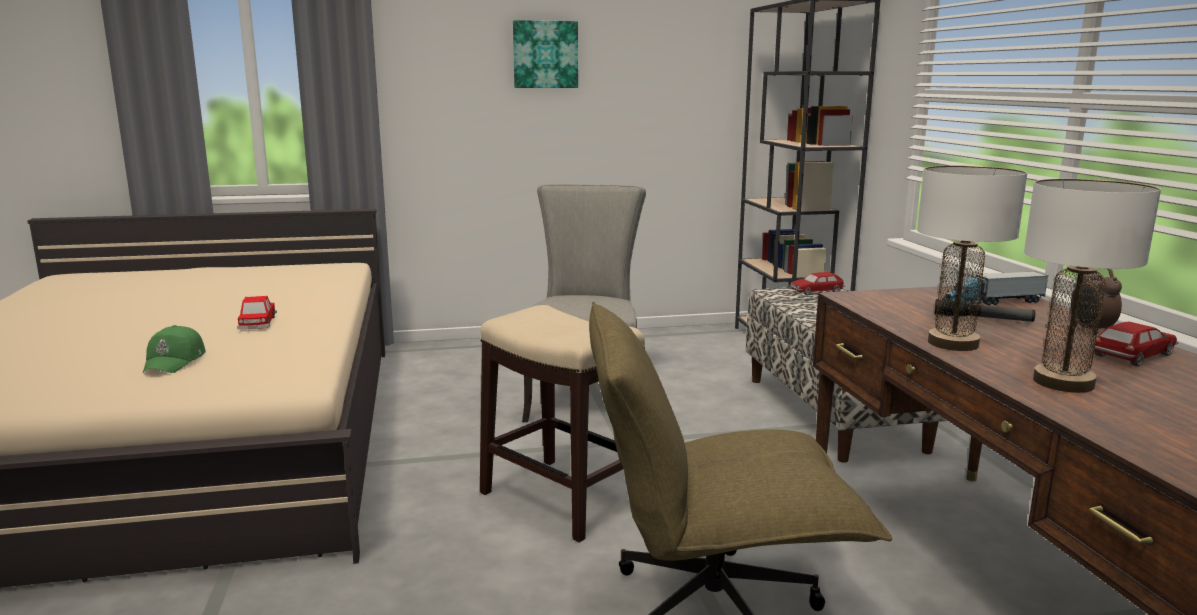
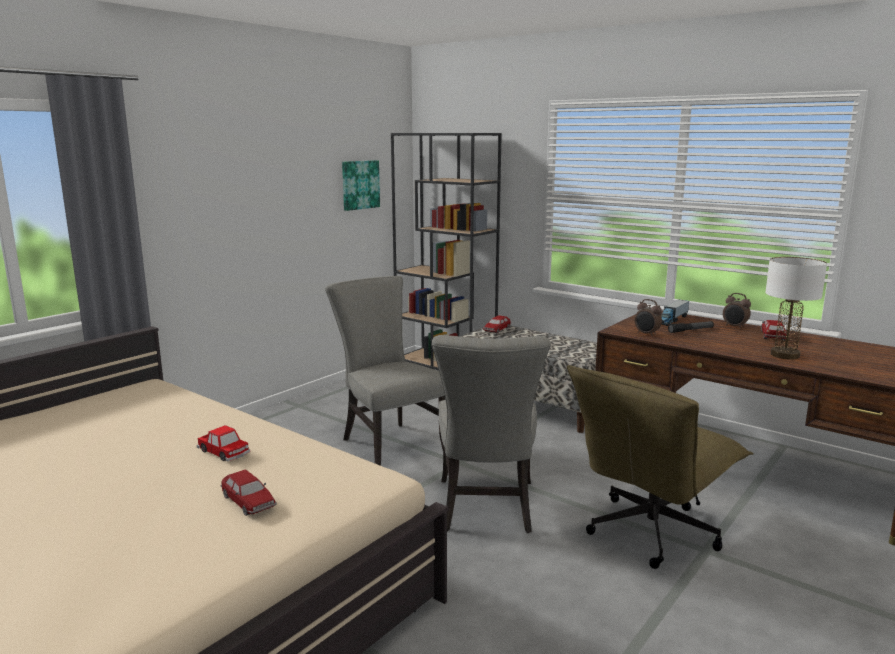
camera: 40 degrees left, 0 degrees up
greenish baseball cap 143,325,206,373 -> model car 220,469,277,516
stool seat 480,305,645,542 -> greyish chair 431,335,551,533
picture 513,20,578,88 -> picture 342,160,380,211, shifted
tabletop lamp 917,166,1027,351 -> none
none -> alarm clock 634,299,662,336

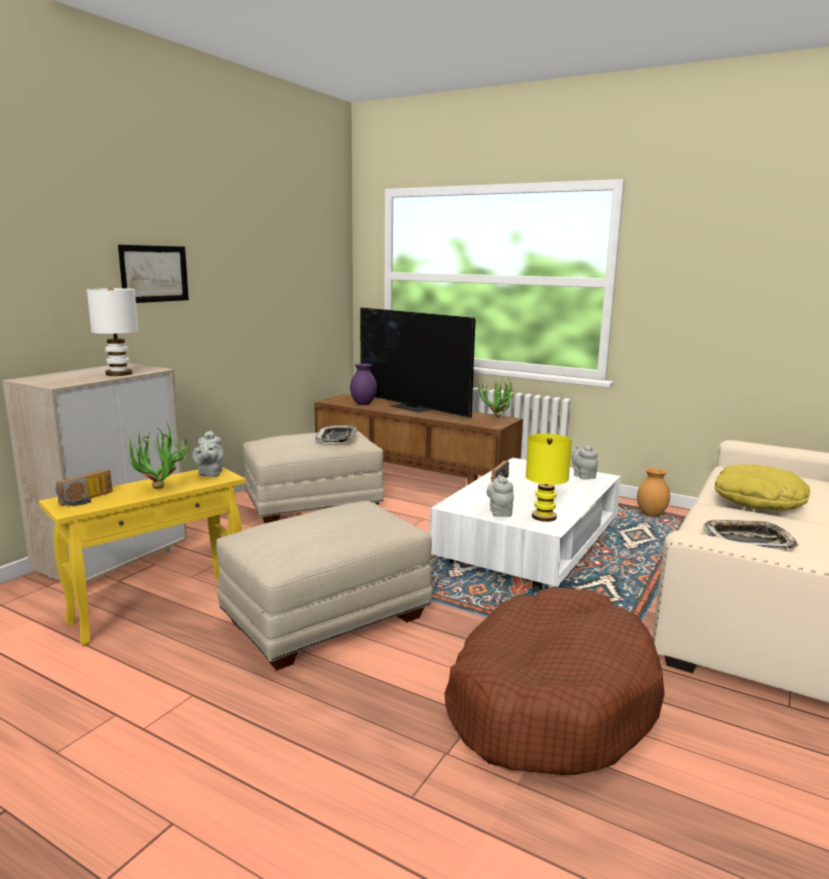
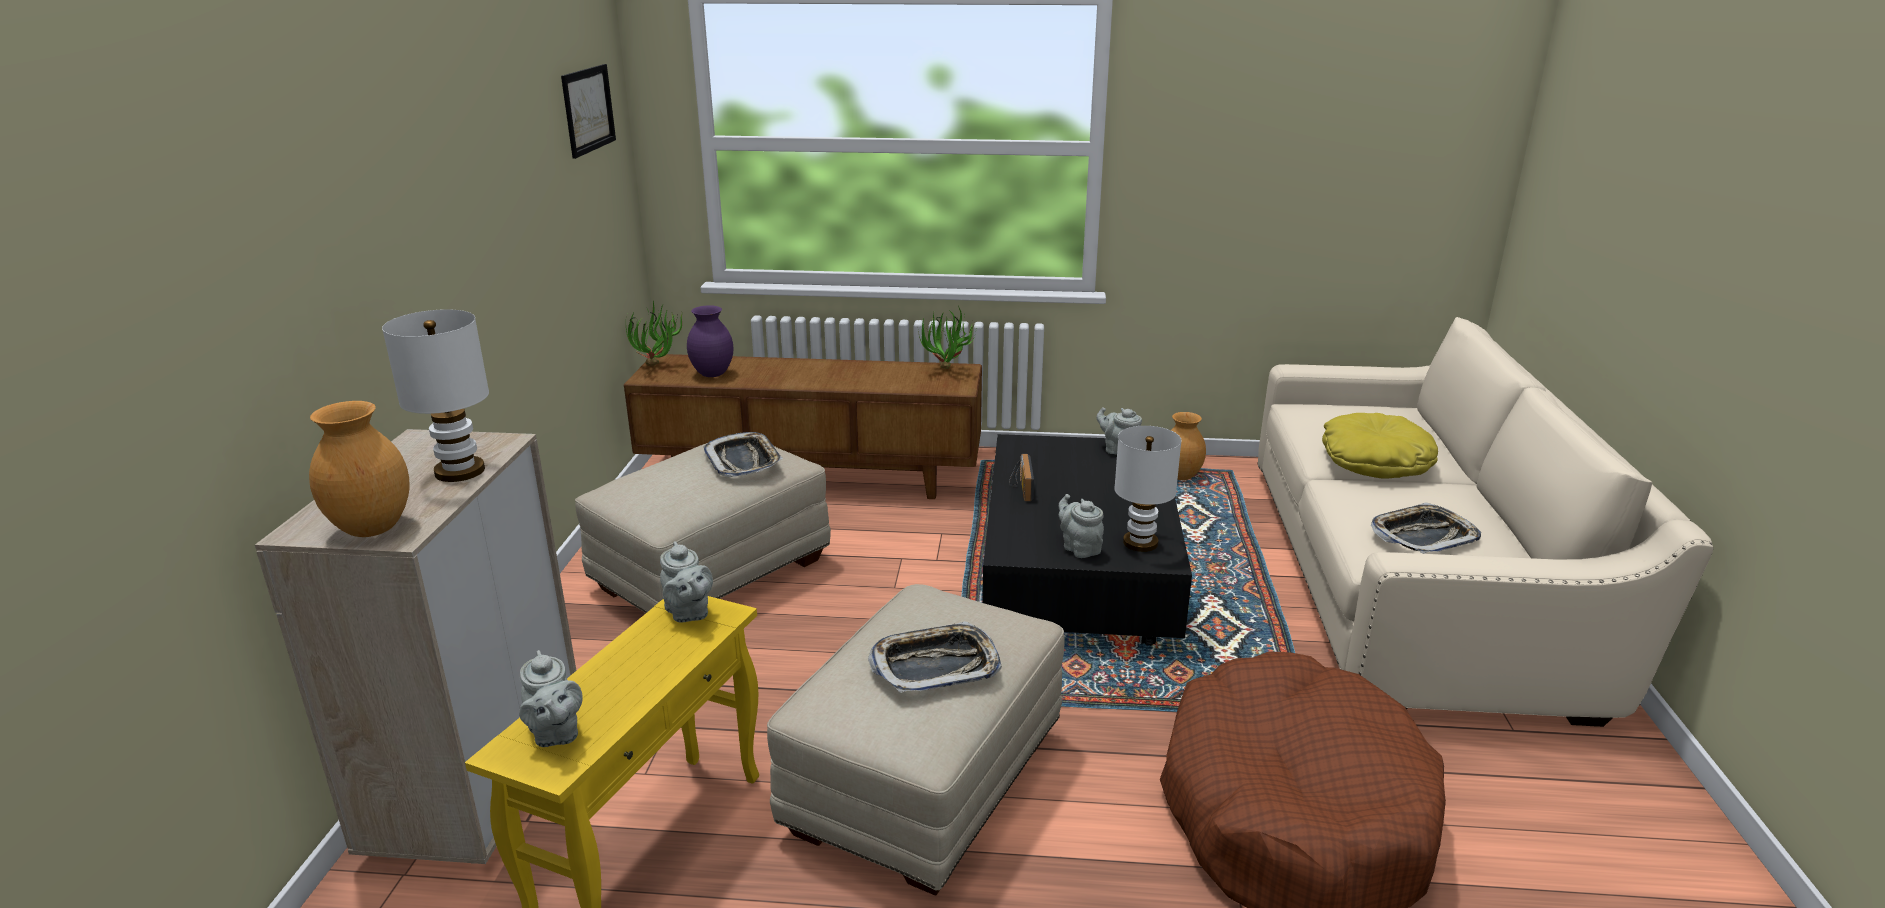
camera: 25 degrees left, 10 degrees up
radio 55,469,113,506 -> greyish pot for tea 519,650,582,747
picture 118,245,189,303 -> picture 561,64,616,159, shifted
houseplant 125,422,190,489 -> houseplant 626,300,682,366, shifted
TV set 360,307,476,418 -> none
whitish low table 430,458,621,590 -> black-coloured low table 982,434,1192,645
yellow tabletop lamp 526,434,572,522 -> whitish tabletop lamp 1114,426,1182,552
none -> brownish vase 309,401,410,537
none -> tray 868,621,1002,693

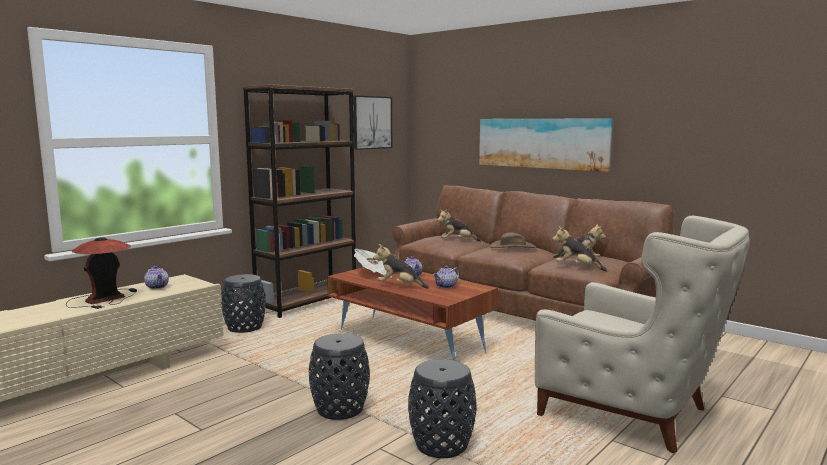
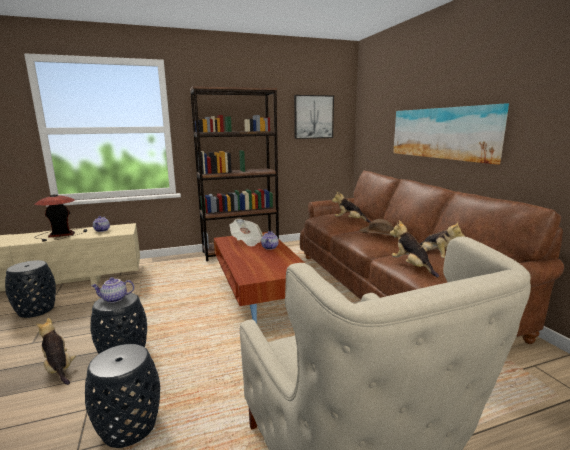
camera: 30 degrees right, 5 degrees up
black-coloured stool seat 221,274,266,333 -> black-coloured stool seat 5,260,56,318, shifted
plush toy 373,244,429,289 -> plush toy 36,318,76,385, shifted
pot for tea 433,266,459,289 -> pot for tea 91,277,134,303, shifted

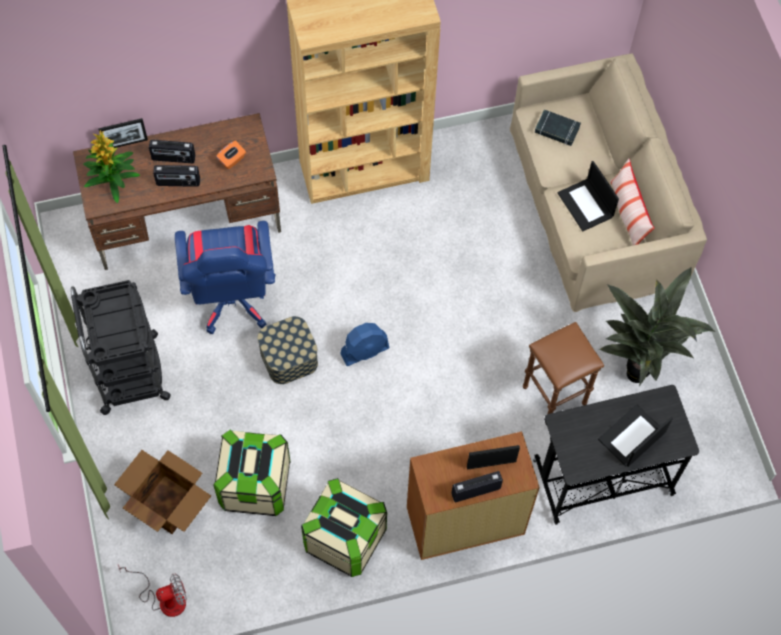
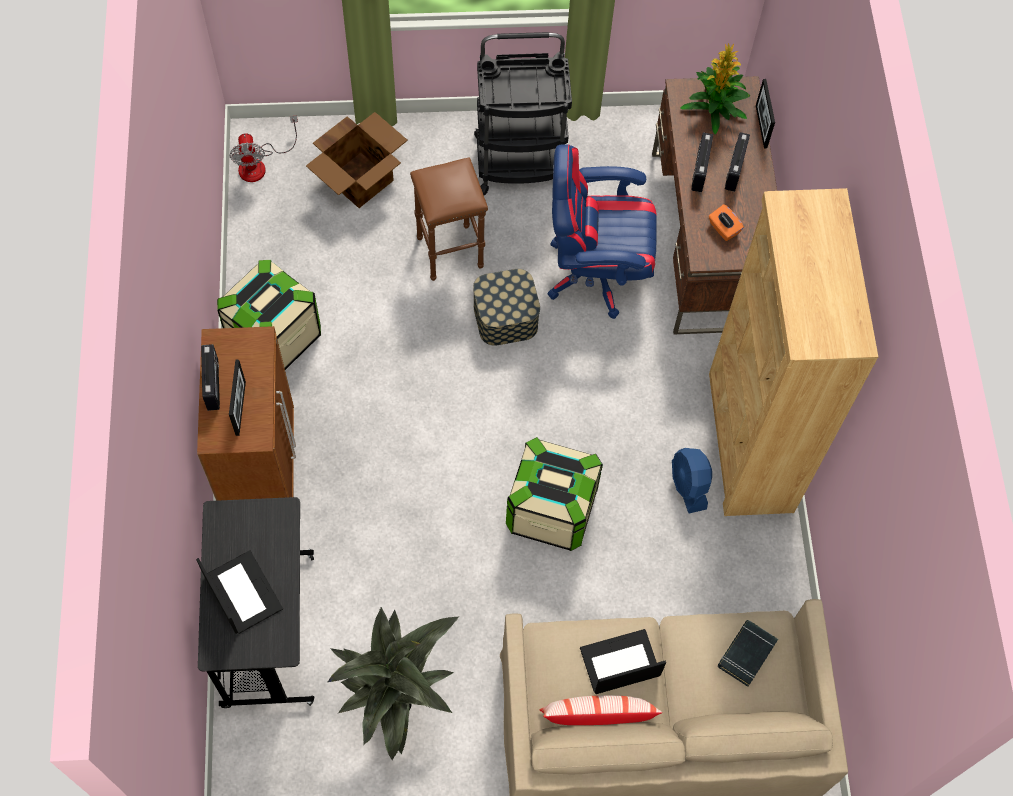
camera: 100 degrees right, 0 degrees up
storage bin 213,430,290,516 -> storage bin 506,437,603,551, shifted
bluish electric fan 340,323,390,366 -> bluish electric fan 672,448,712,513, shifted
brownish stool seat 523,322,604,414 -> brownish stool seat 410,157,488,281, shifted

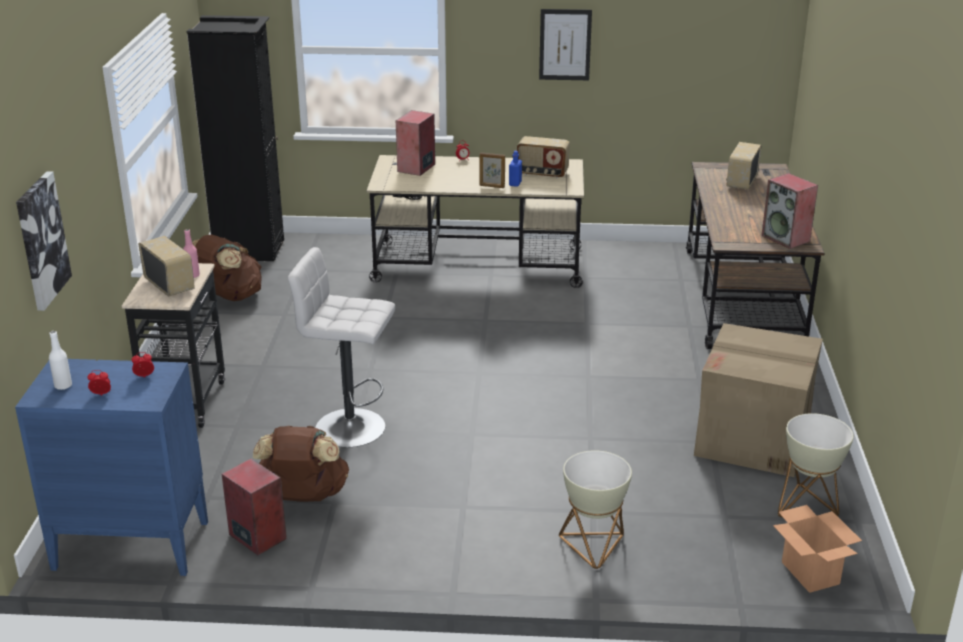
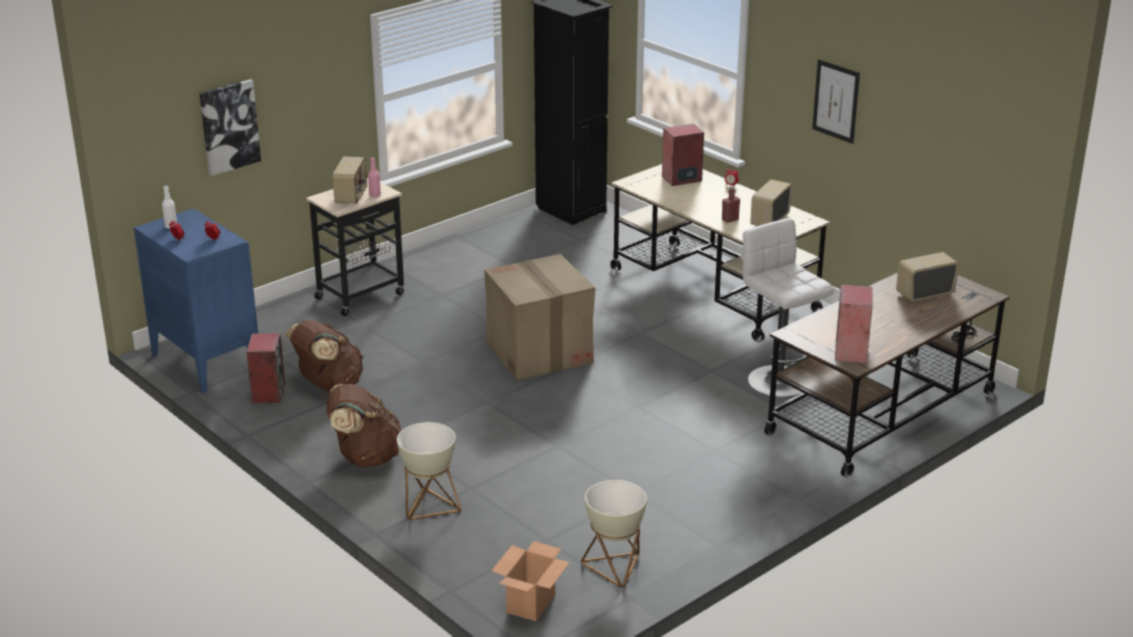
camera: 45 degrees right, 0 degrees up
brownish knapsack 192,234,262,301 -> brownish knapsack 327,384,401,467, shifted
whitish stool seat 288,247,395,447 -> whitish stool seat 743,218,834,397, shifted
photo frame 479,152,505,188 -> none
bluish drink bottle 509,151,522,187 -> reddish drink bottle 722,188,740,223
radio 517,136,570,178 -> radio 750,179,792,226, 60 degrees clockwise
carton 694,323,823,477 -> carton 484,254,595,380, shifted

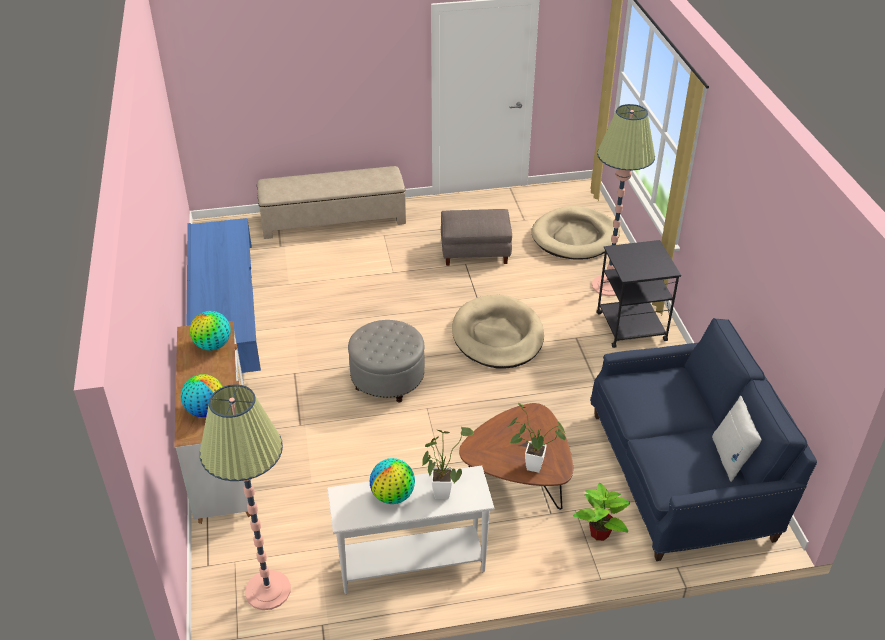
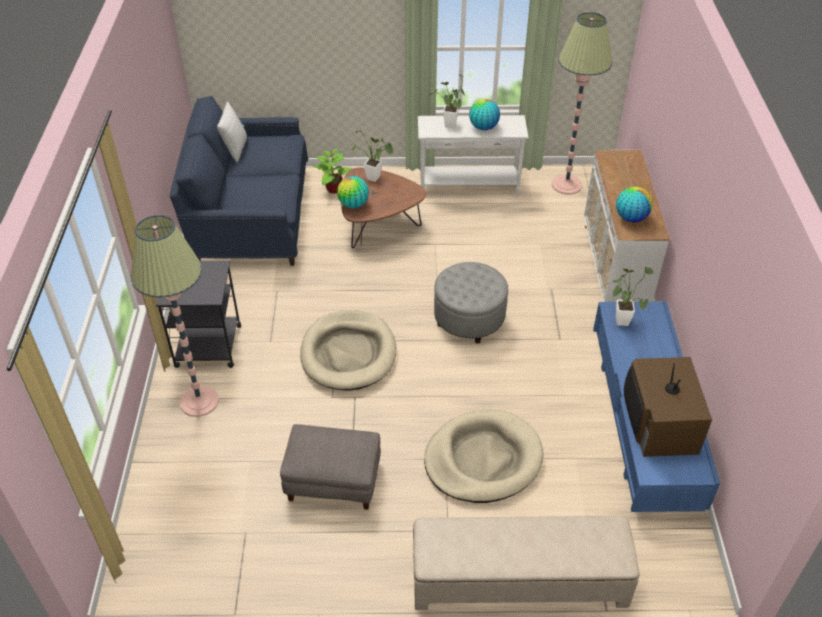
camera: 170 degrees left, 5 degrees up
globe 181,374,223,417 -> globe 337,176,369,208, shifted
beige-coloured pet bed 531,206,620,260 -> beige-coloured pet bed 424,409,544,503, shifted
none -> houseplant 613,267,653,326
none -> TV set 624,357,712,457

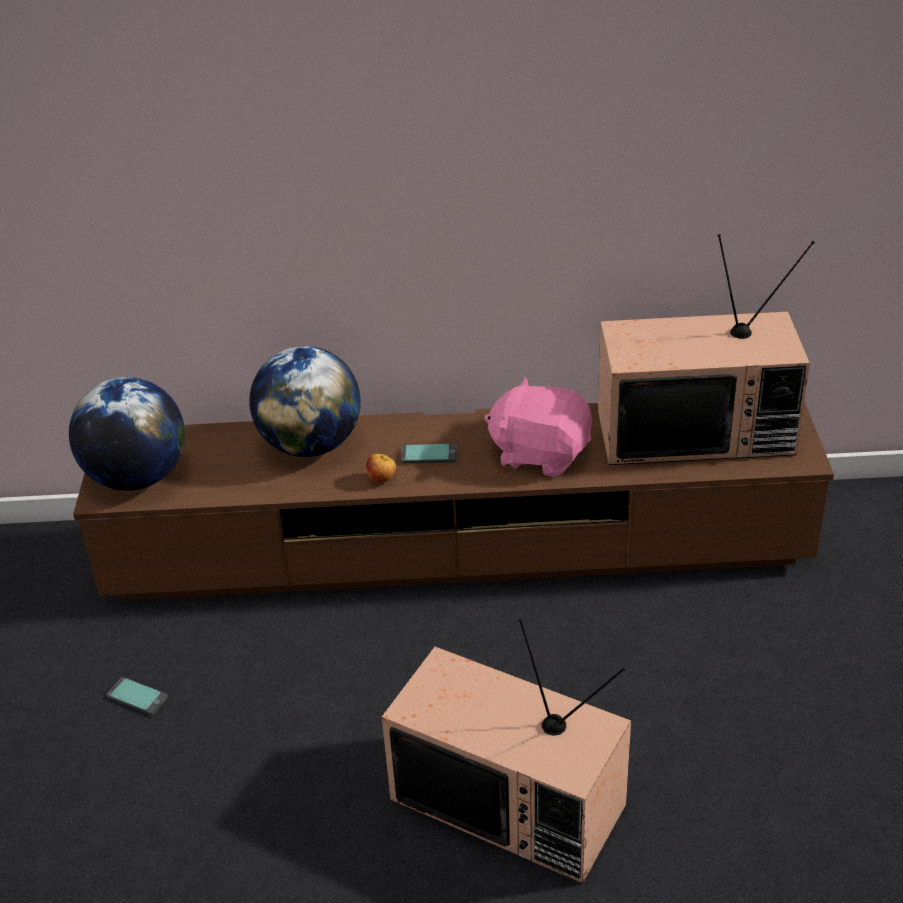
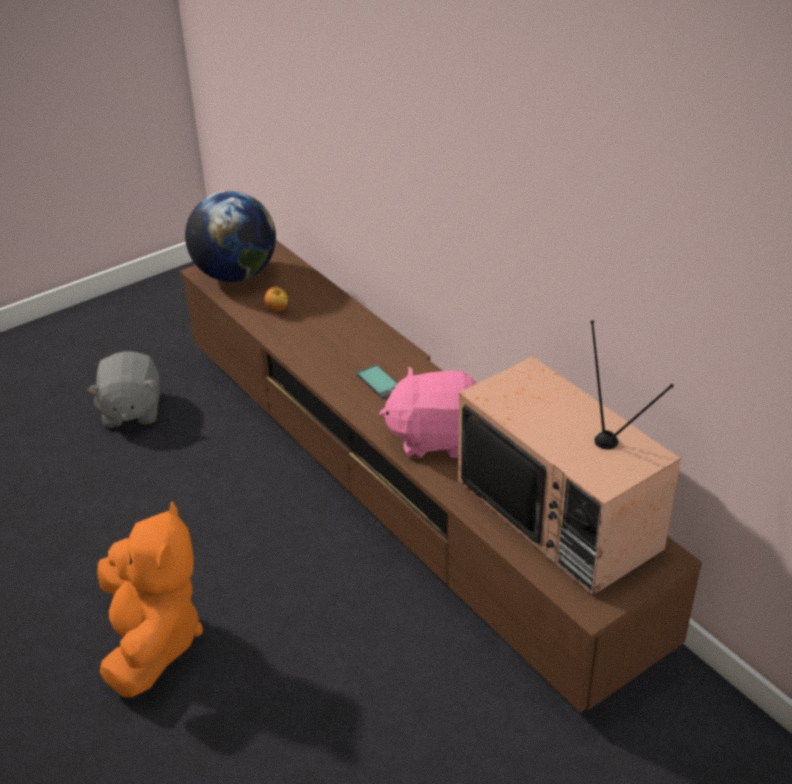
camera: 55 degrees right, 0 degrees up
handset 106,677,168,715 -> greyish plush toy 87,351,160,428
globe 249,346,361,457 -> none
whole apple 366,454,396,483 -> whole apple 264,286,288,312, shifted
TV set 382,618,631,883 -> orange plush toy 97,501,203,697
pinkish plush toy 484,377,592,477 -> pinkish plush toy 379,366,477,458, 75 degrees counterclockwise

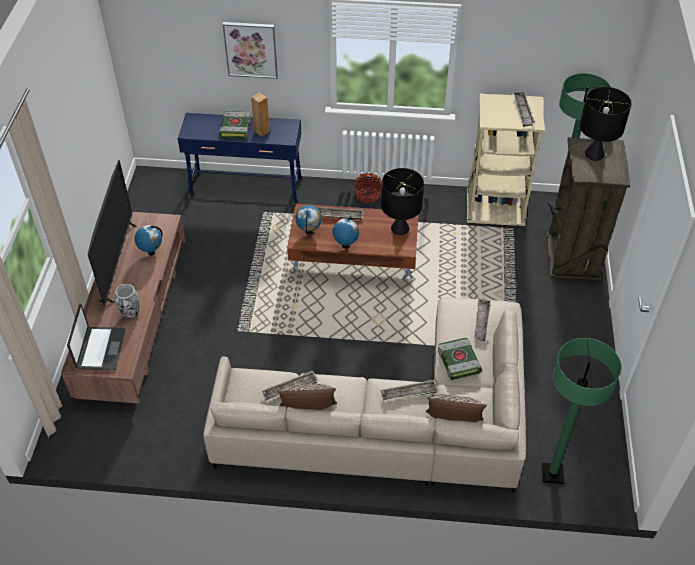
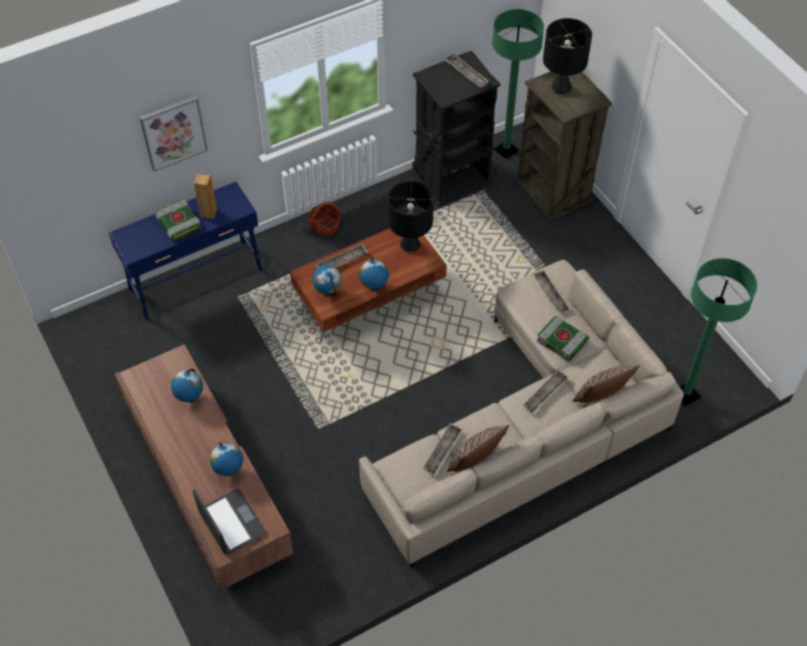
camera: 35 degrees left, 5 degrees up
TV set 88,160,137,307 -> none
vase 114,284,139,319 -> globe 210,442,243,476
beige-coloured shelving unit 467,93,545,226 -> black-coloured shelving unit 412,51,501,206

